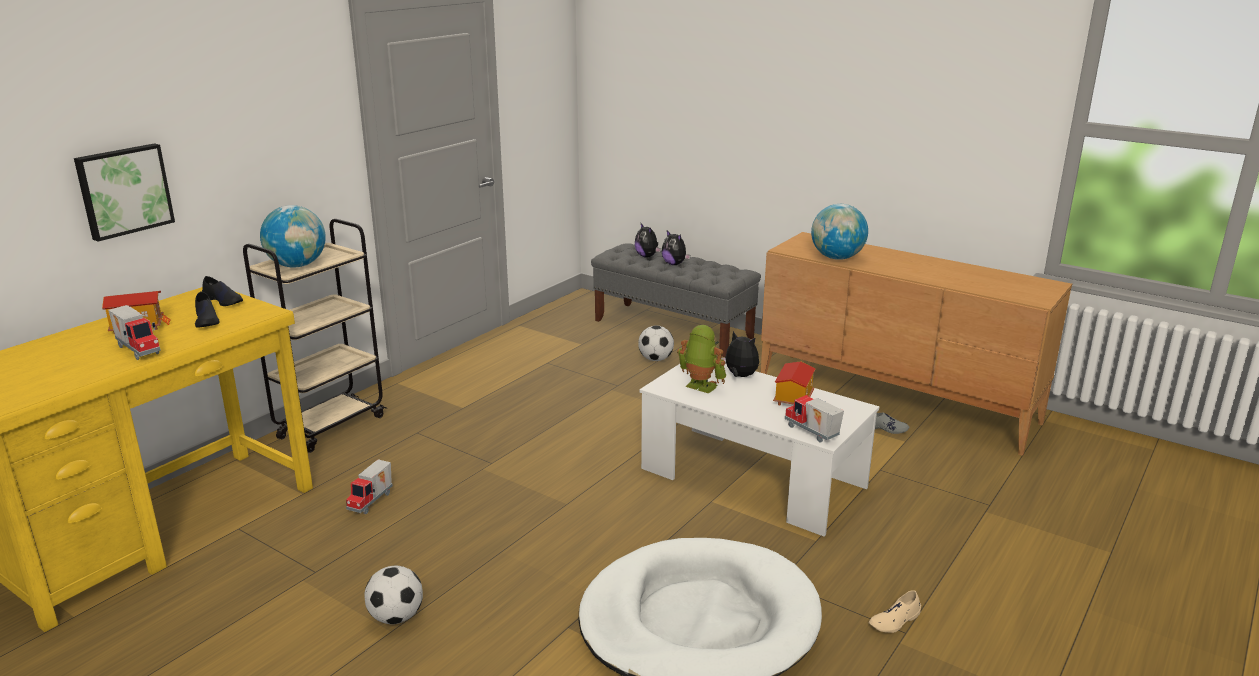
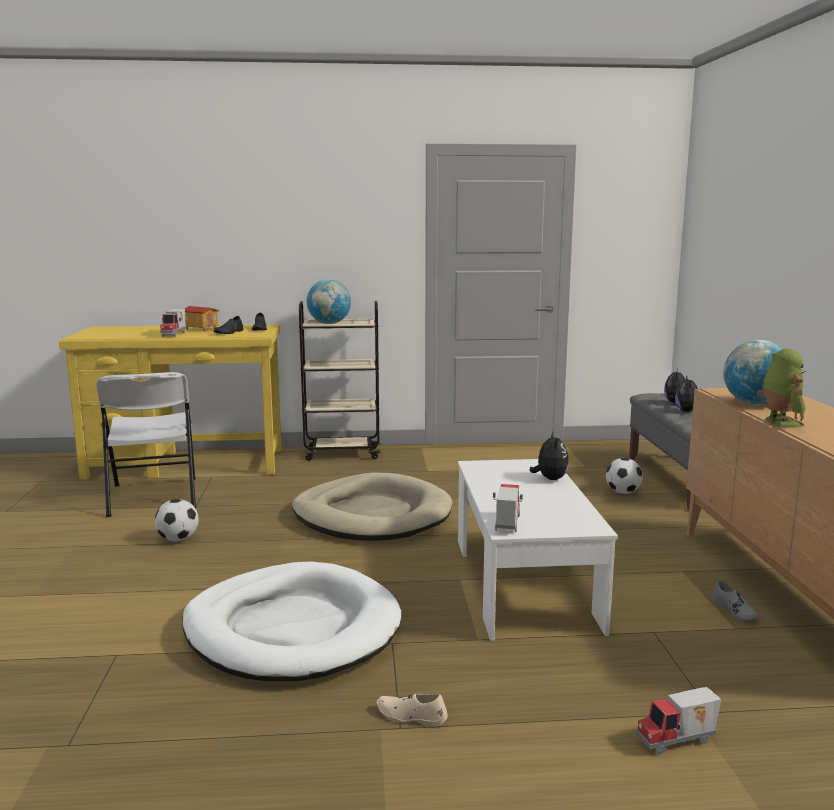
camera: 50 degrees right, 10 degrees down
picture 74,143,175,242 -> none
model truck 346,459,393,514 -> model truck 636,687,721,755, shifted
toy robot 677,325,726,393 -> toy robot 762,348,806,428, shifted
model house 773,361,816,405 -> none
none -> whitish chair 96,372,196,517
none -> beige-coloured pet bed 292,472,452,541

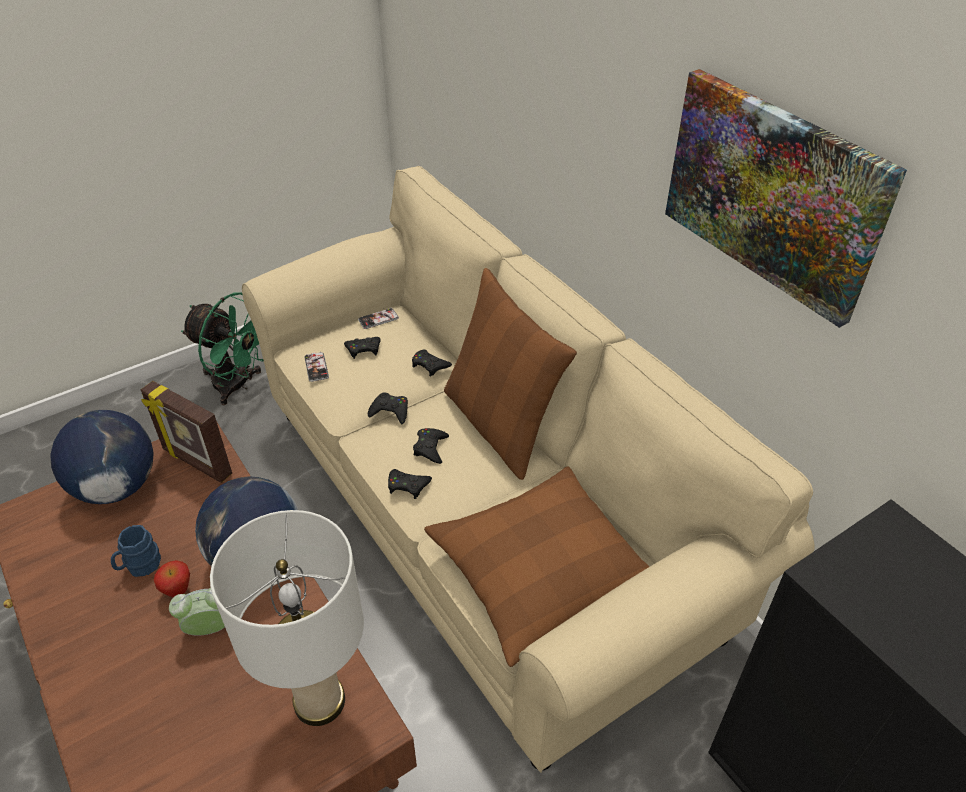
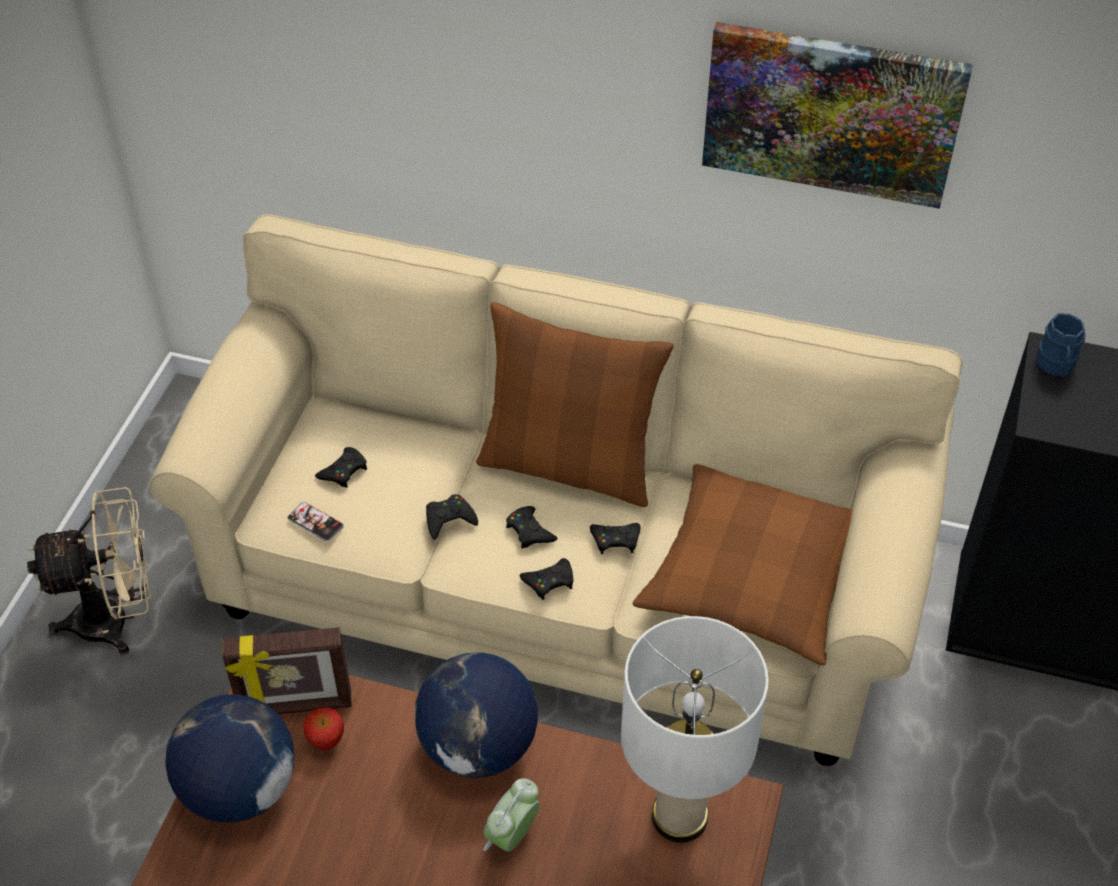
camera: 40 degrees left, 5 degrees up
bluish tea mug 111,525,161,577 -> bluish tea mug 1036,313,1086,376, shifted
whole apple 154,560,190,597 -> whole apple 304,707,344,750, shifted
greenish electric fan 181,292,264,405 -> beige-coloured electric fan 27,487,151,655
handset 358,307,399,329 -> none
black-coloured gamepad 412,350,452,376 -> black-coloured gamepad 590,523,641,554, shifted

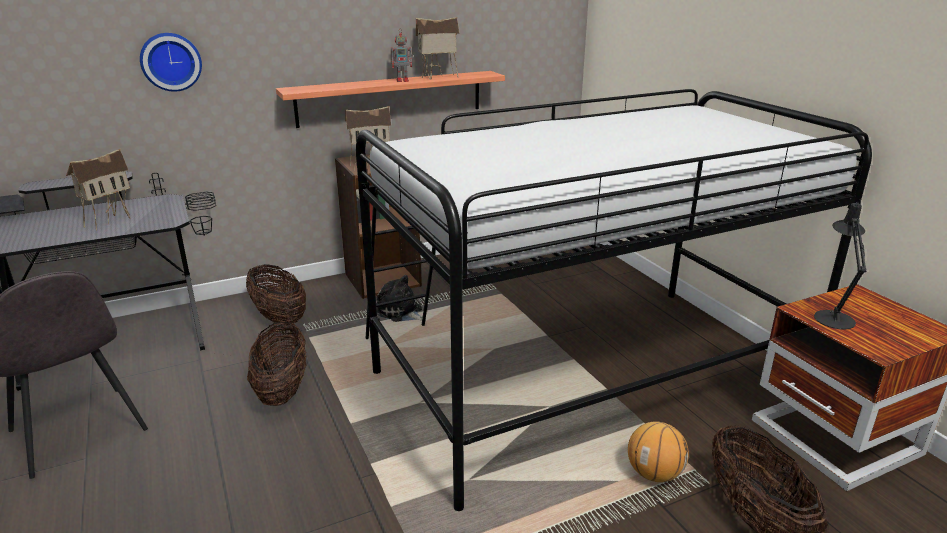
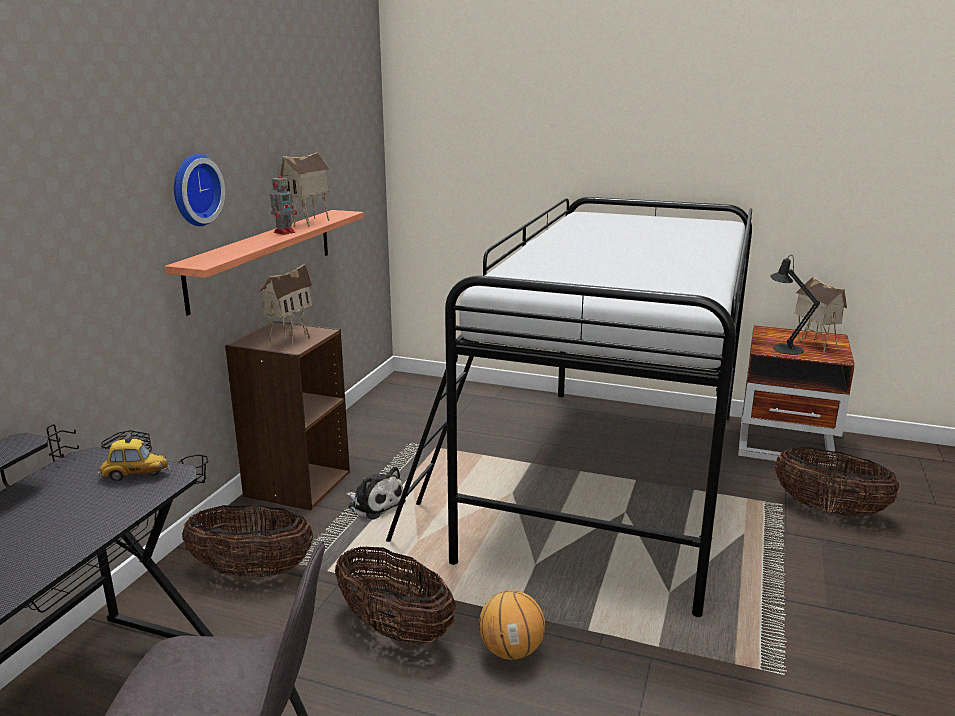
camera: 45 degrees left, 5 degrees down
model house 66,149,131,231 -> model house 795,276,847,354, shifted
clock on the wall 140,33,202,92 -> clock on the wall 174,154,225,226, shifted
plush toy 376,275,422,322 -> plush toy 346,467,406,520, 135 degrees counterclockwise
basketball 628,421,689,482 -> basketball 479,590,545,660, shifted
none -> model car 98,434,170,481

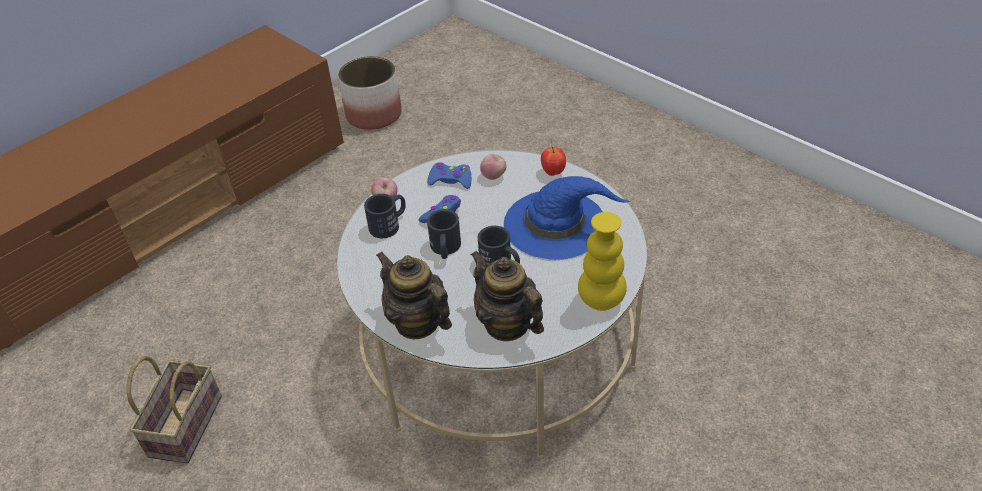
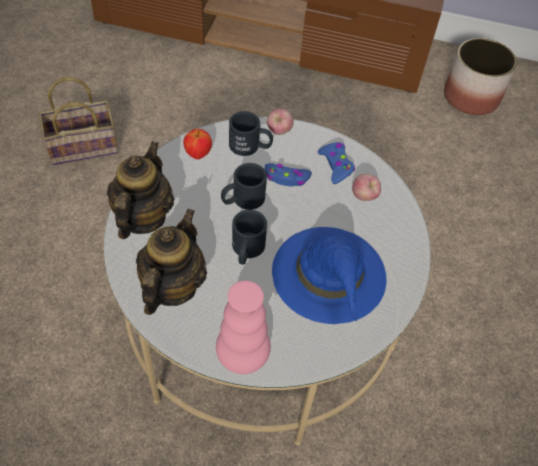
camera: 55 degrees right, 10 degrees up
whole apple 541,147,566,176 -> whole apple 183,129,212,159, shifted
yellow vase 578,212,627,311 -> pinkish vase 216,281,271,374

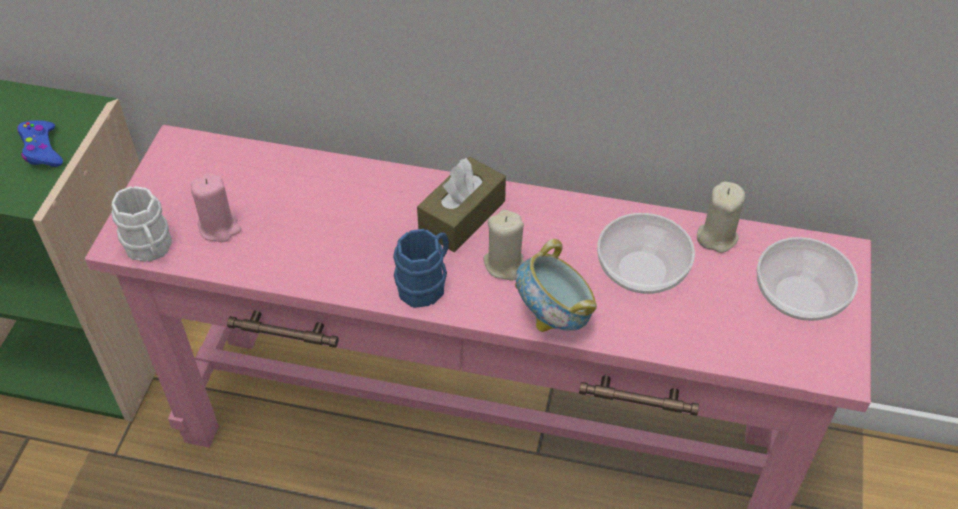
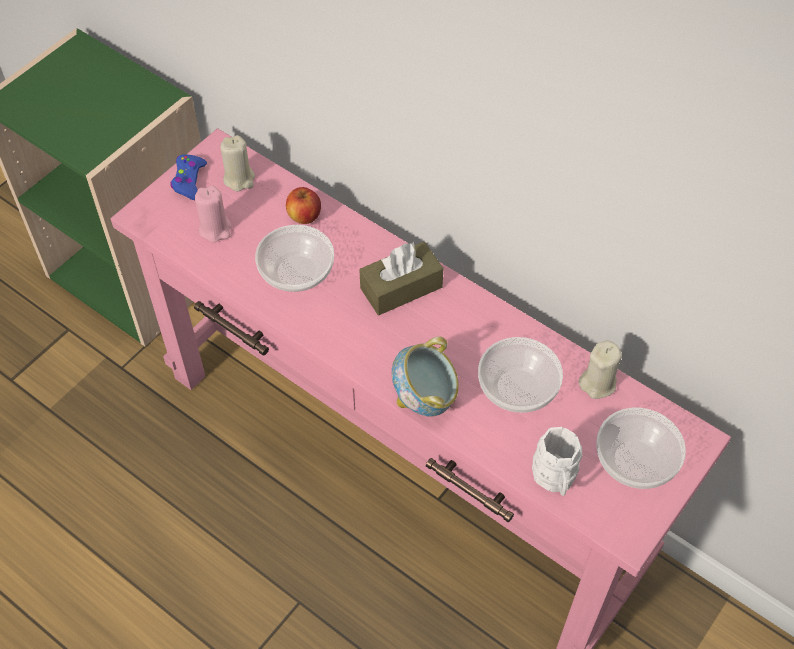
camera: 25 degrees right, 5 degrees up
bluish gamepad 17,120,63,167 -> bluish gamepad 170,155,207,200, shifted
whitish tea mug 111,186,172,262 -> whitish tea mug 532,427,582,496, shifted
bluish tea mug 393,229,449,308 -> none
beige-coloured wax candle 483,210,524,280 -> beige-coloured wax candle 220,135,255,191, shifted
none -> deep dish 255,225,334,292
none -> whole apple 286,187,321,224

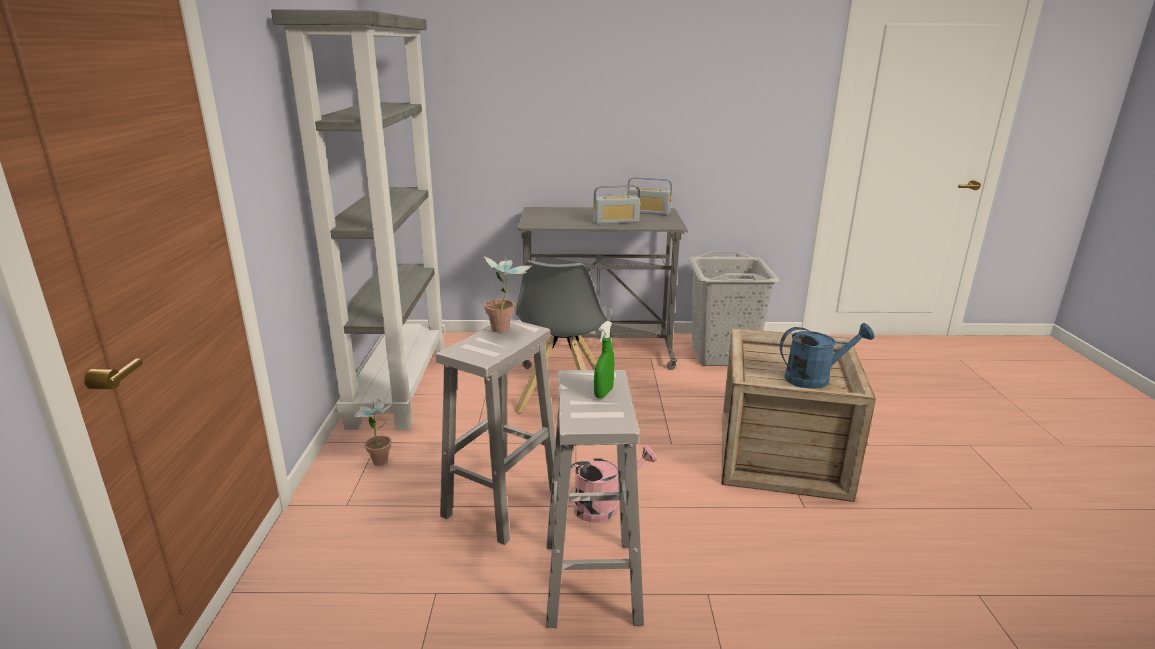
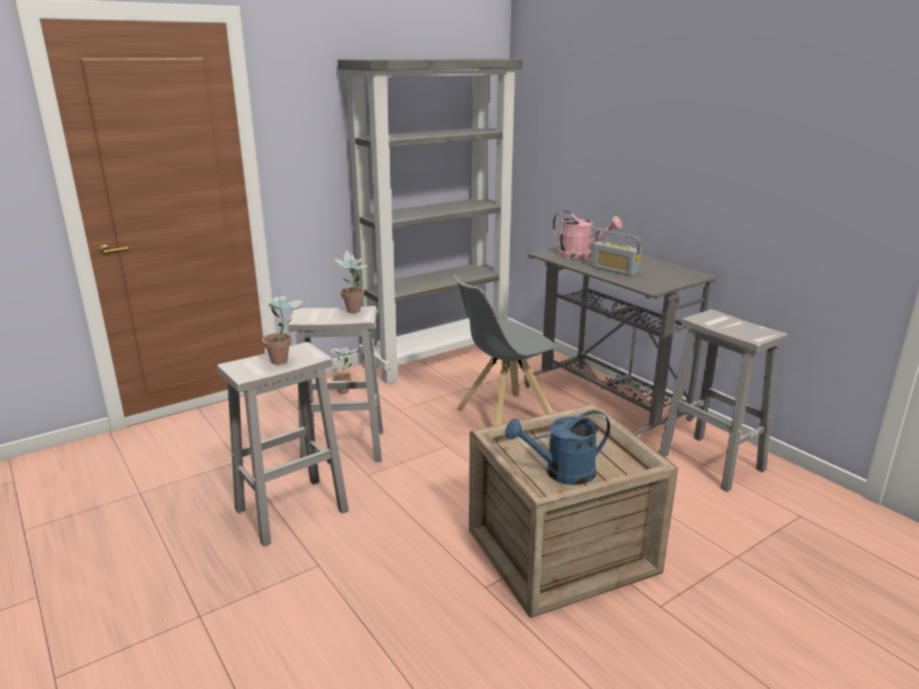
camera: 55 degrees right, 0 degrees up
pinkish watering can 571,445,657,522 -> pinkish watering can 553,210,622,259, shifted
greenish hand sprayer 594,321,614,399 -> houseplant 257,293,305,365
radio 627,177,672,215 -> none
greyish washing basket 688,251,780,366 -> whitish stool seat 659,309,788,492
bluish watering can 780,323,874,389 -> bluish watering can 505,410,610,485, 120 degrees clockwise

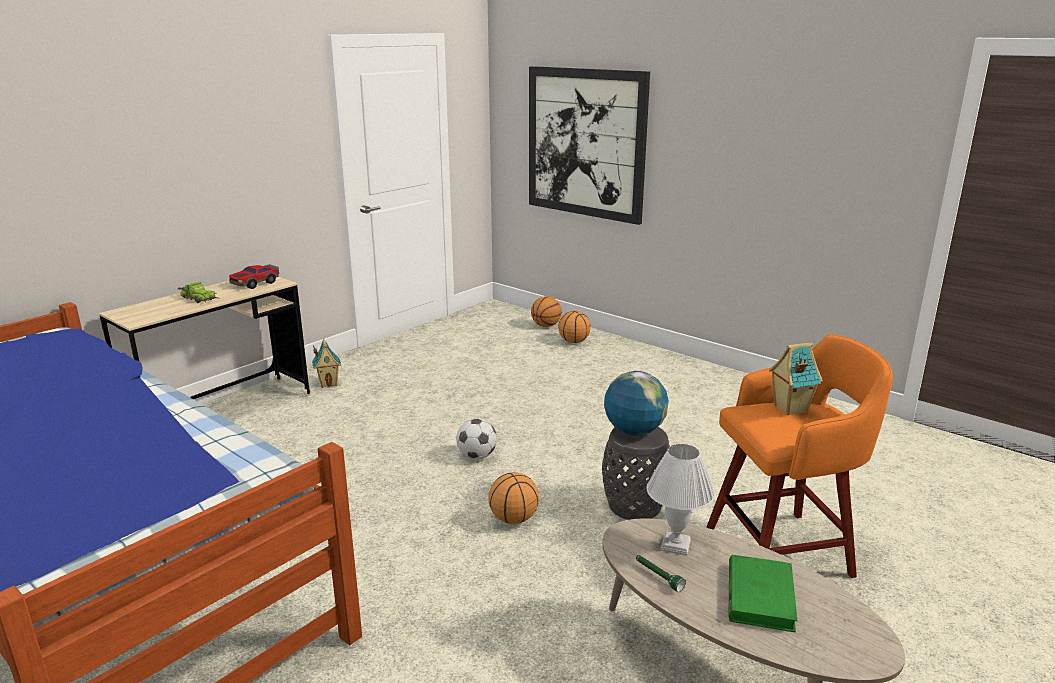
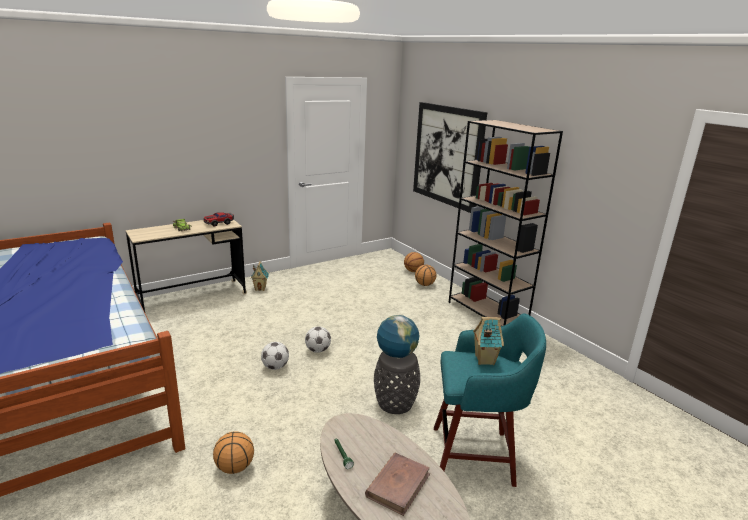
camera: 15 degrees right, 0 degrees up
basketball 488,472,539,524 -> basketball 213,431,254,474, shifted
whitish tabletop lamp 646,444,715,556 -> none
orange stool seat 707,334,893,578 -> turquoise-coloured stool seat 434,313,546,487
greenish book 729,555,798,632 -> brownish book 365,453,430,516
none -> football 261,342,289,370
none -> beige-coloured shelving unit 448,120,563,326

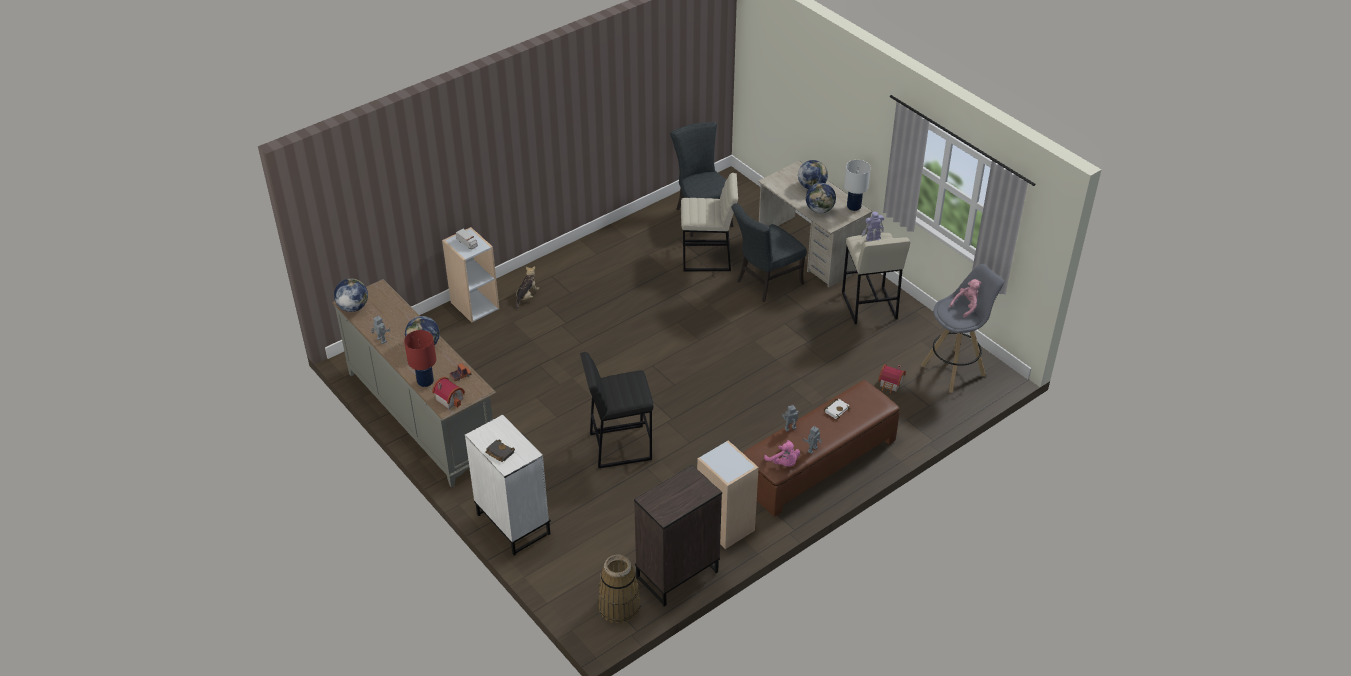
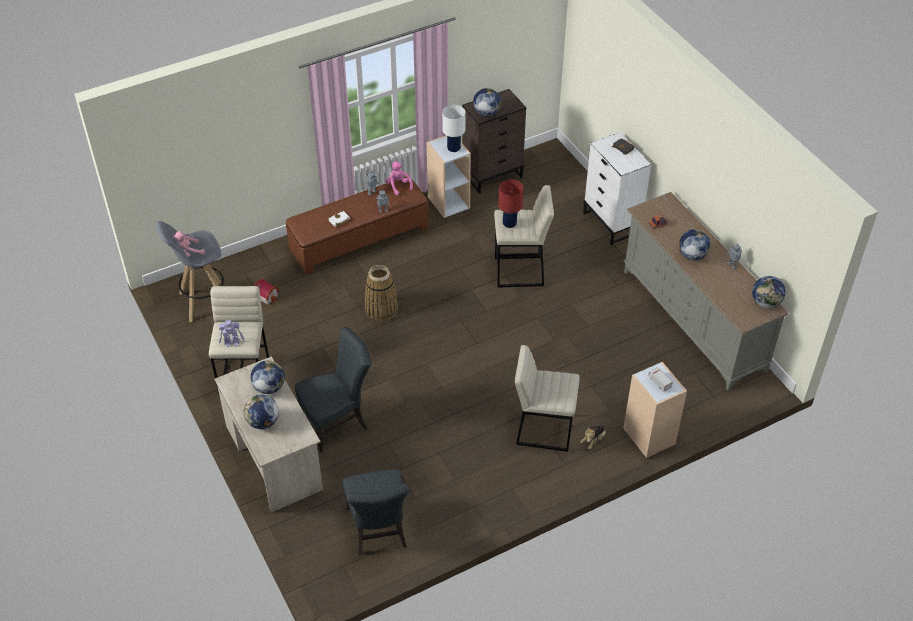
camera: 170 degrees left, 5 degrees up
reddish tabletop lamp 404,330,436,387 -> reddish tabletop lamp 498,179,524,228, shifted
model house 432,377,465,409 -> none
black-coloured stool seat 580,352,653,468 -> beige-coloured stool seat 494,185,554,288
basket 598,554,640,624 -> basket 365,265,398,321, shifted
beige-coloured chair 681,173,738,271 -> beige-coloured chair 515,345,580,452, shifted
whitish tabletop lamp 844,160,871,211 -> whitish tabletop lamp 442,105,465,152, shifted
none -> globe 473,88,501,117

